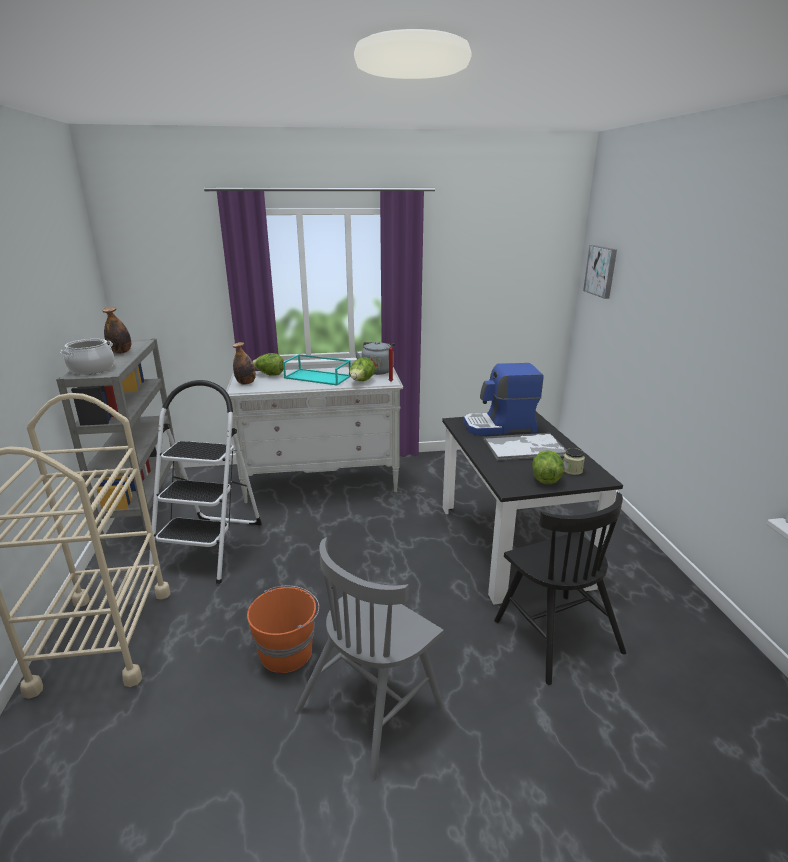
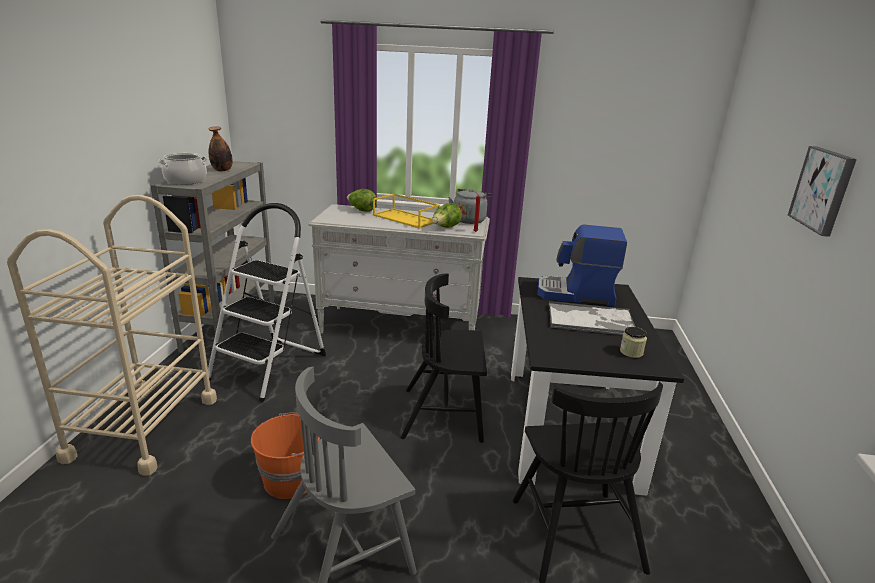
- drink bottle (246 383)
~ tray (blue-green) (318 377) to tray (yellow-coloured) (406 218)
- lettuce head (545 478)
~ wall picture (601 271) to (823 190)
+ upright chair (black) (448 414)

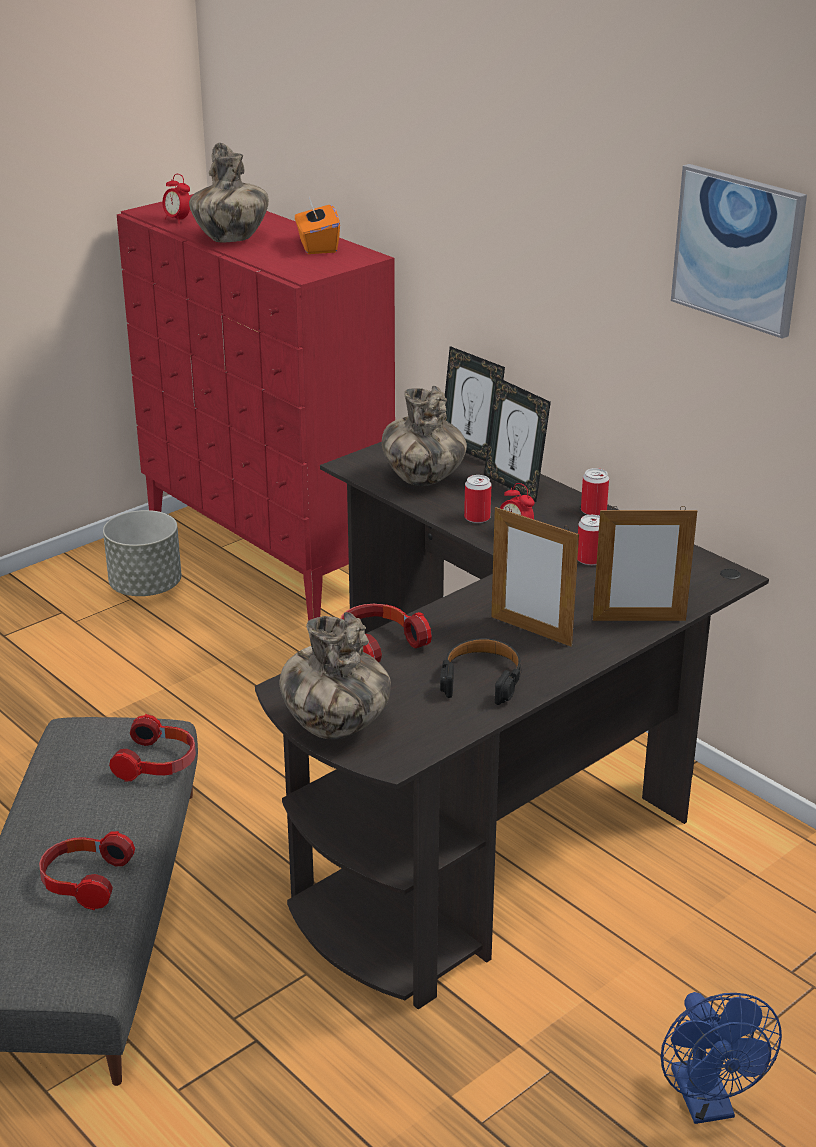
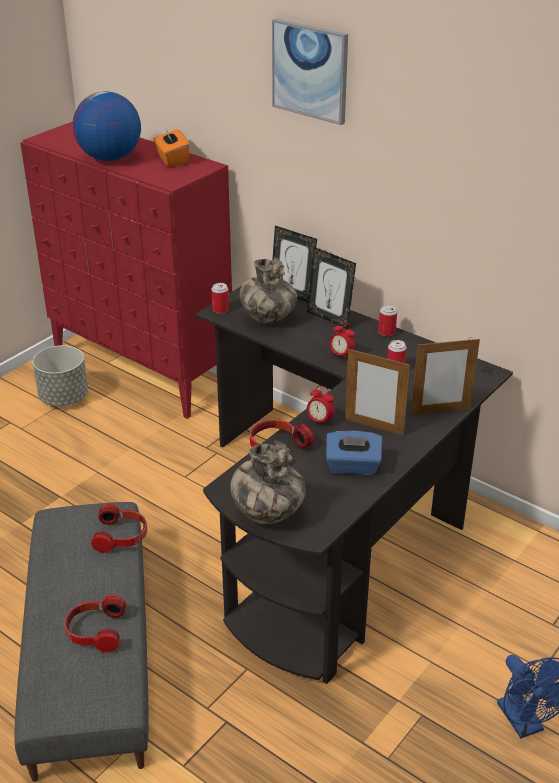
~ table clock (177 220) to (319 421)
~ flower vase (230 240) to world globe (109 158)
~ pair of headphones (black) (481 679) to tissue holder (blue-coloured) (353 467)
~ sealed can (477 518) to (220 310)
~ wall picture (738 249) to (310 71)

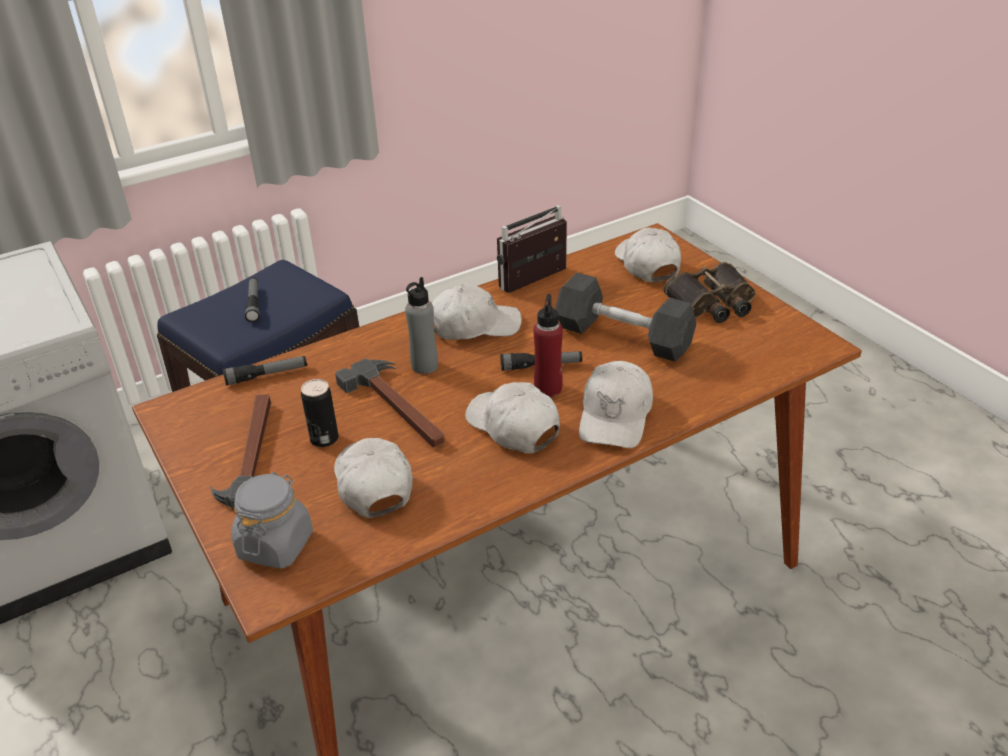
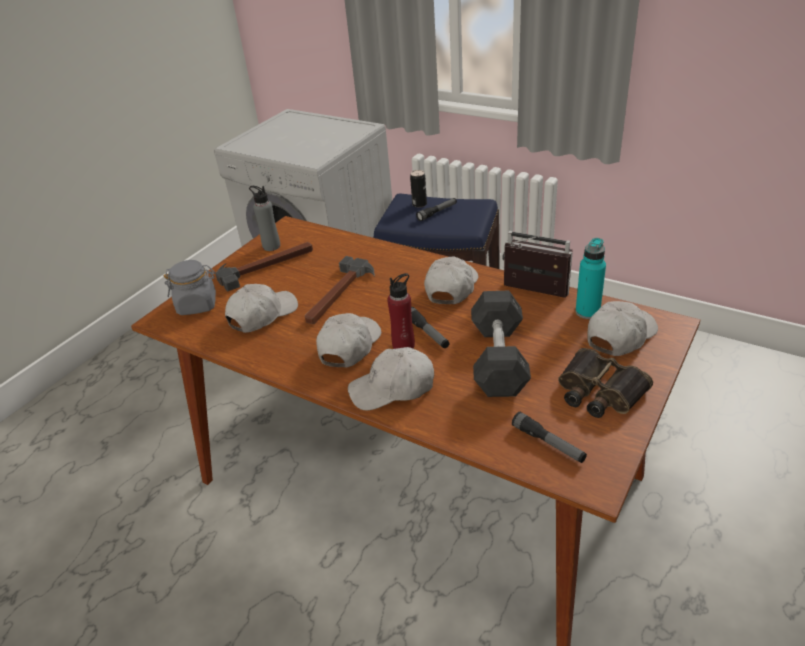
~ torch (267 375) to (548 443)
~ sealed can (324 439) to (419 204)
~ drink bottle (gray) (424 366) to (271 246)
~ cap (white) (474 325) = (451 287) 120 degrees counterclockwise
+ drink bottle (blue-green) (587 312)

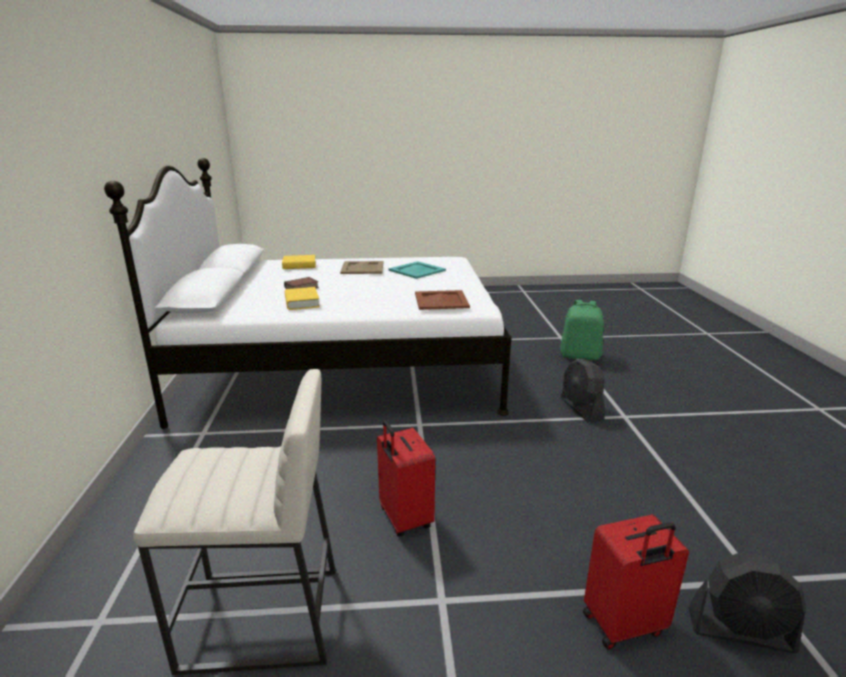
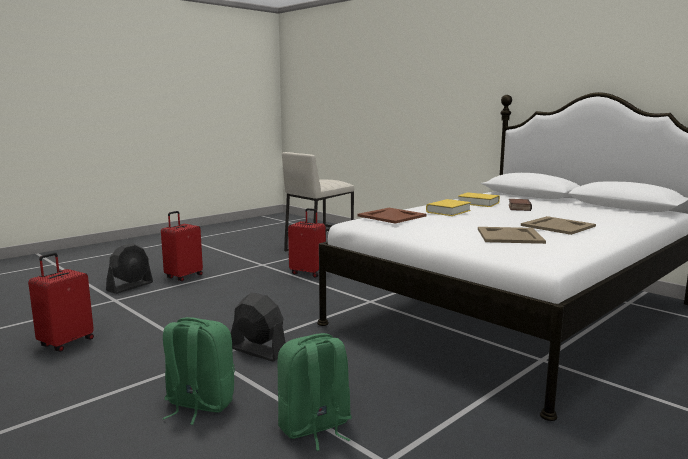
~ book (yellow-coloured) (299 265) to (448 211)
~ tray (blue-green) (417 270) to tray (sand-coloured) (510 236)
~ fan (black) (741 631) = (130 286) 150 degrees clockwise
+ travel case (red) (66 343)
+ rucksack (green-coloured) (198 405)

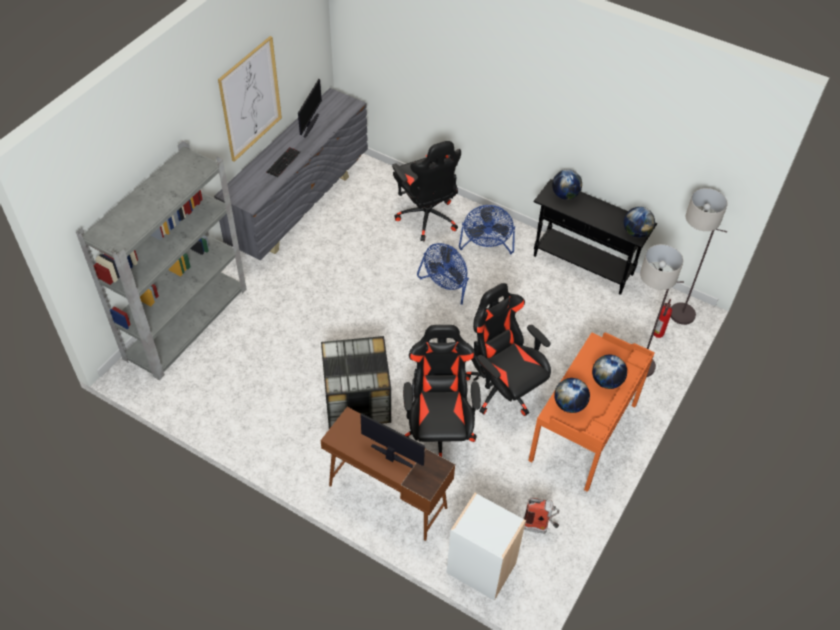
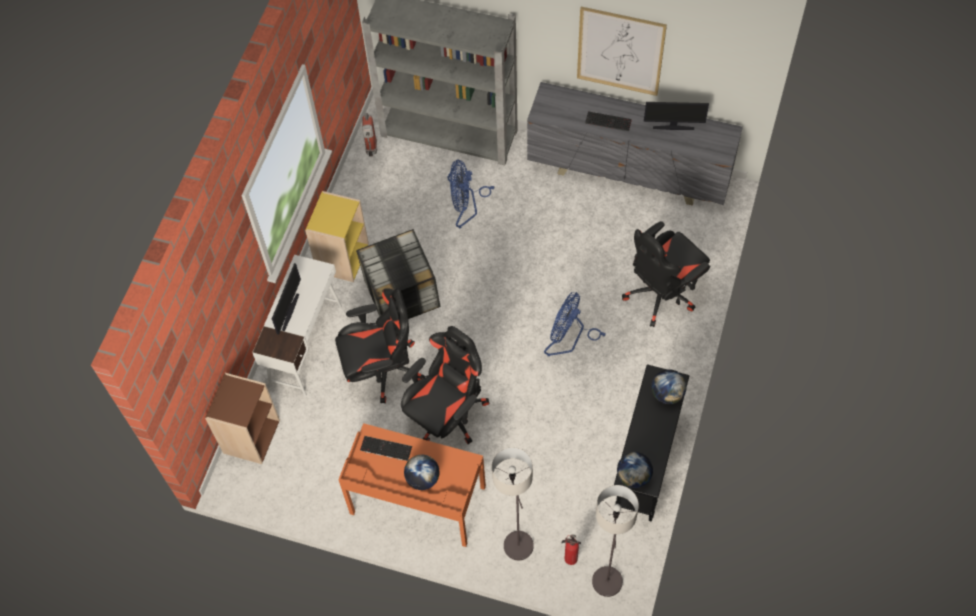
~ desk (brown) (387 496) to desk (white) (306 345)
~ bookcase (white) (480 568) to bookcase (brown) (251 435)
~ fan (blue-coloured) (484 244) to (466 202)
~ extinguisher (539 528) to (371 150)
~ world globe (569 405) to computer keyboard (385 449)
+ bookcase (yellow-coloured) (342 257)

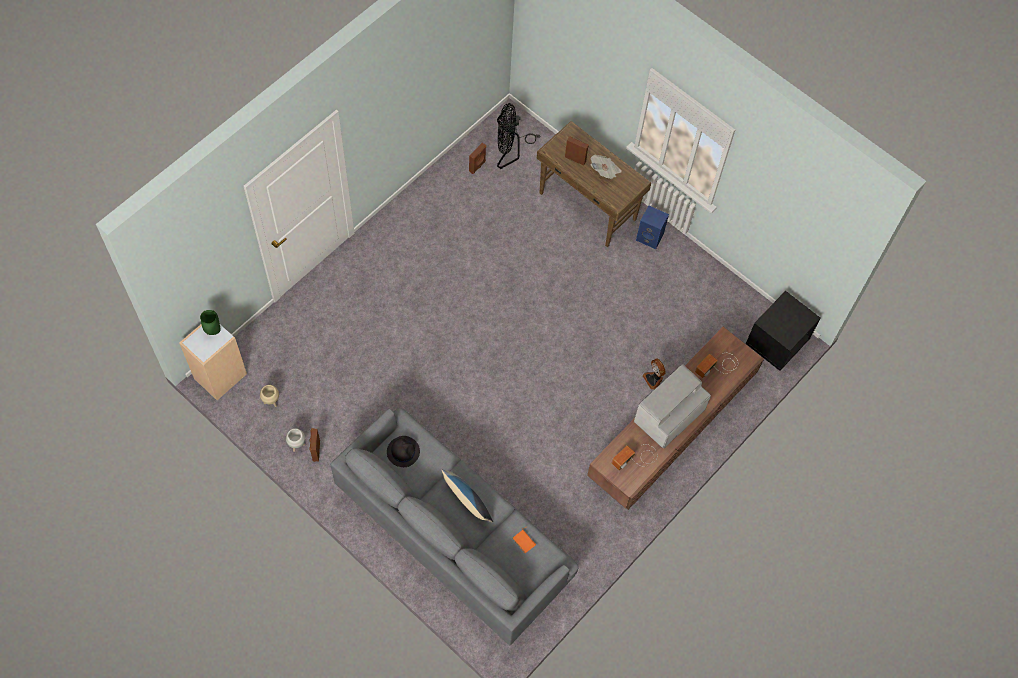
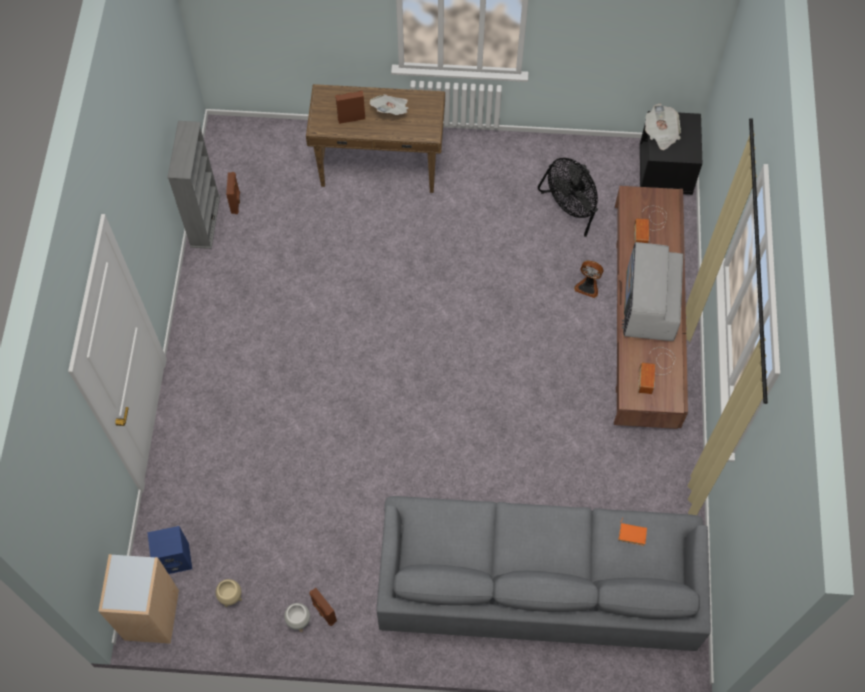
- flower vase (green-coloured) (213 331)
- wearable hat (black) (403 451)
- cushion (466 501)
~ fan (black) (511 145) to (572 205)
~ speaker (blue-coloured) (650 237) to (176 558)
+ bookcase (gray) (205 221)
+ newspaper (661 133)

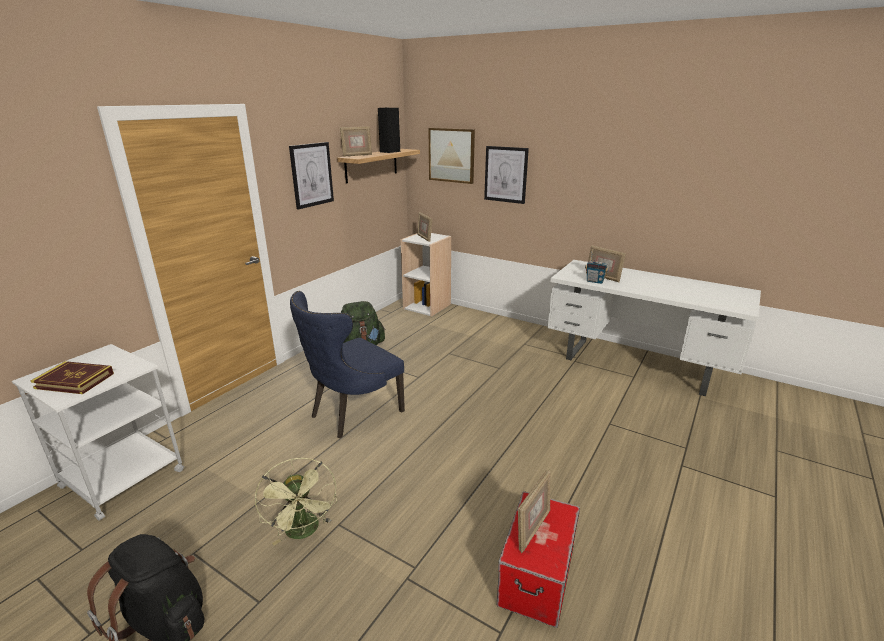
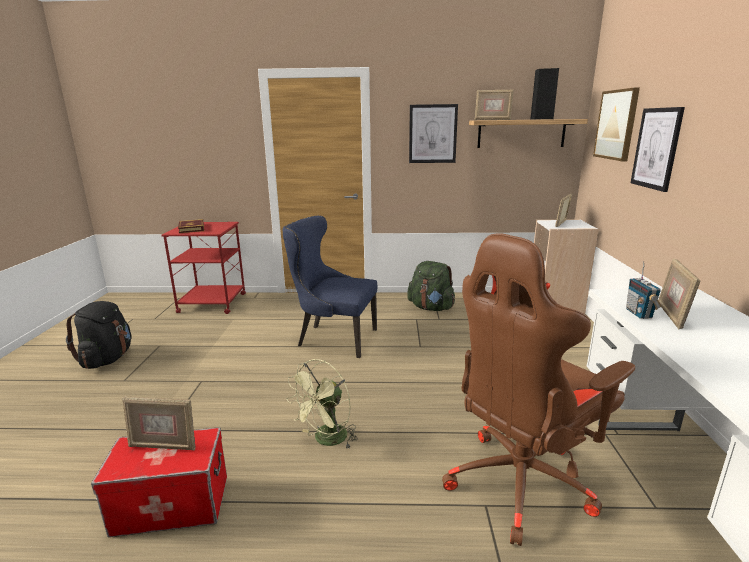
~ trolley (white) (124 477) to trolley (red) (213 303)
~ fan (green-coloured) (304 532) to (326 440)
+ office chair (brown) (526 477)

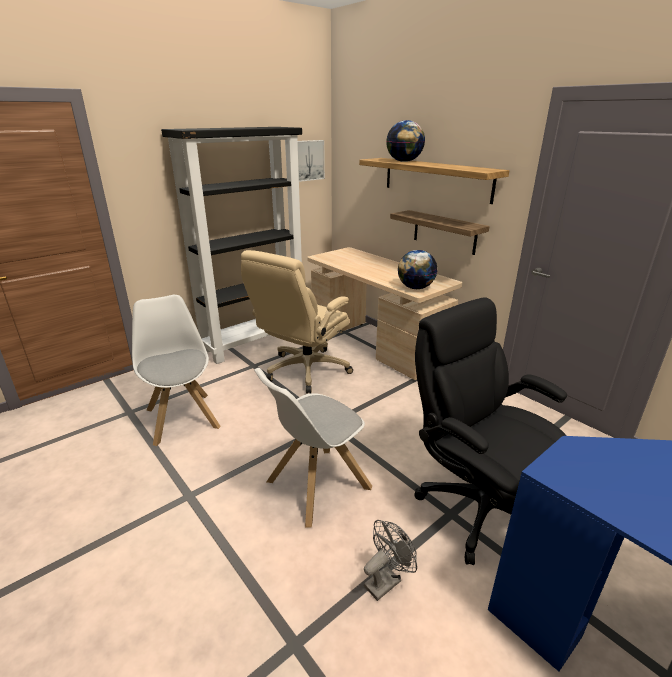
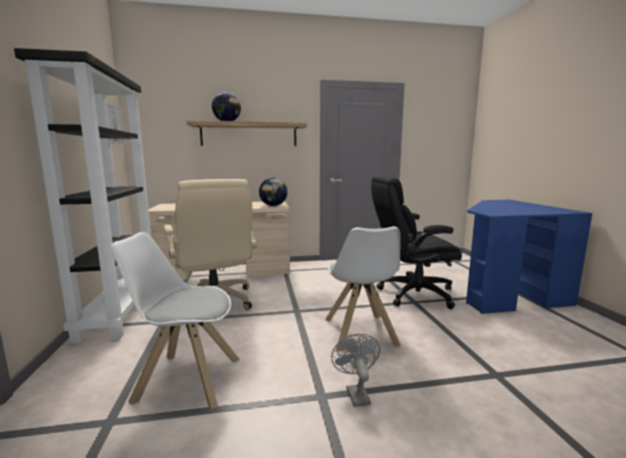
~ fan (gray) (386 580) to (355 393)
- bracket shelf (444 232)

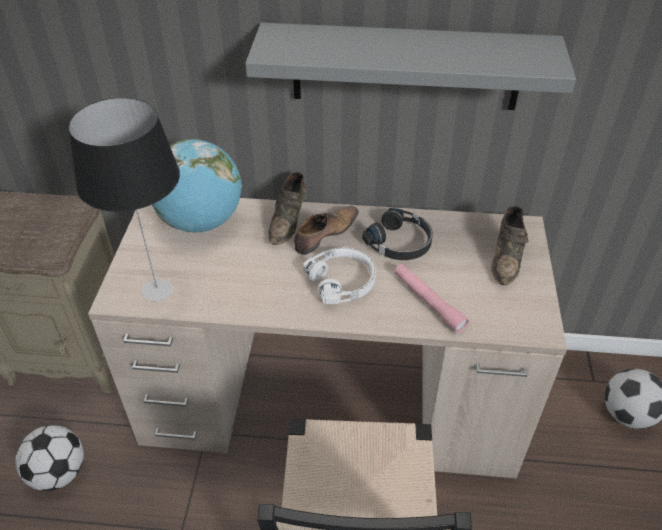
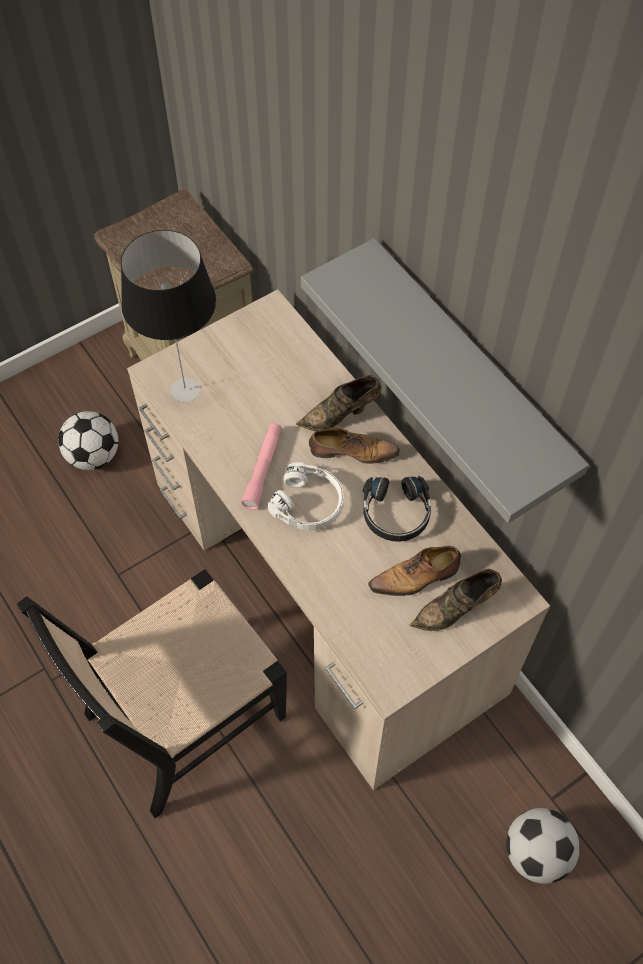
- world globe (201 222)
~ torch (pink-coloured) (428 302) to (263 469)
+ low shoe (416 577)

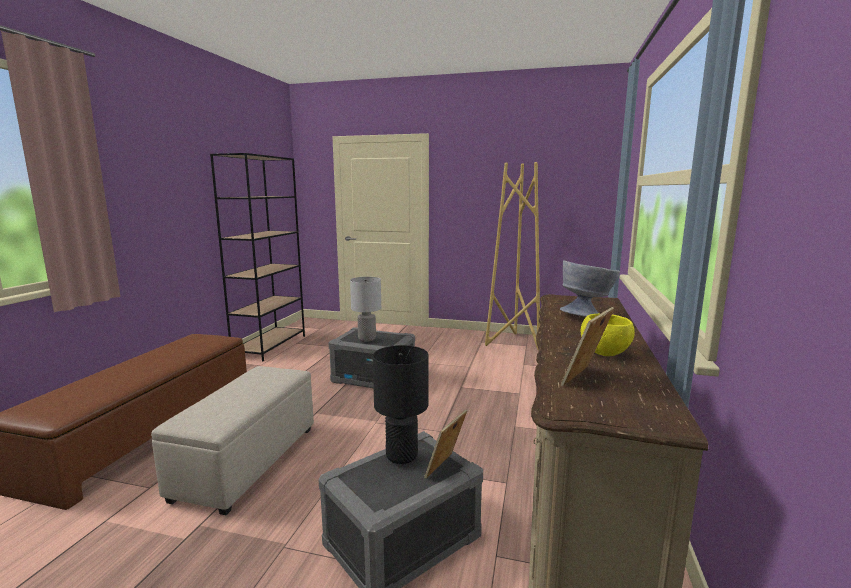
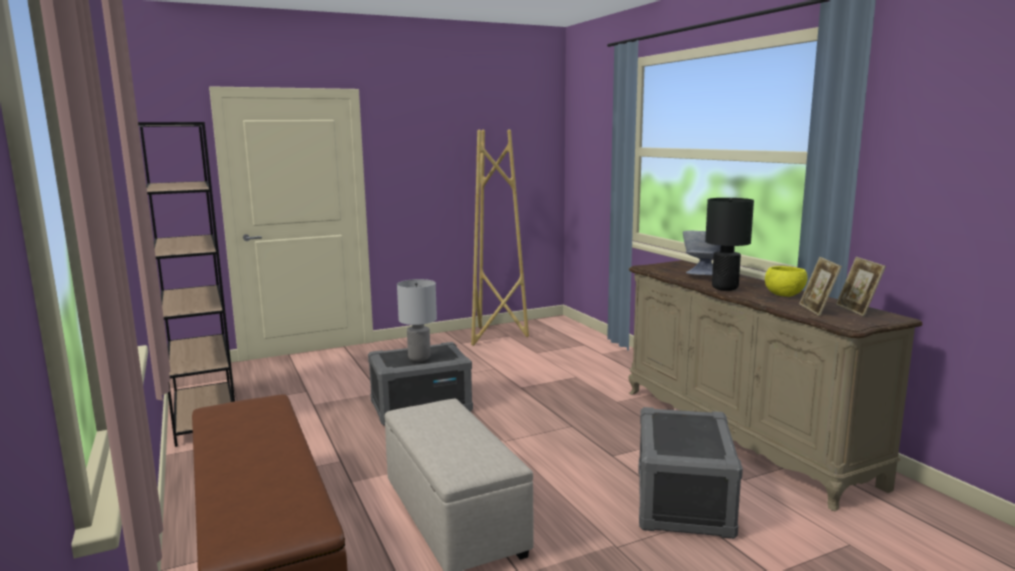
~ tabletop lamp (black) (401 459) to (725 289)
~ picture frame (445 468) to (857 310)

